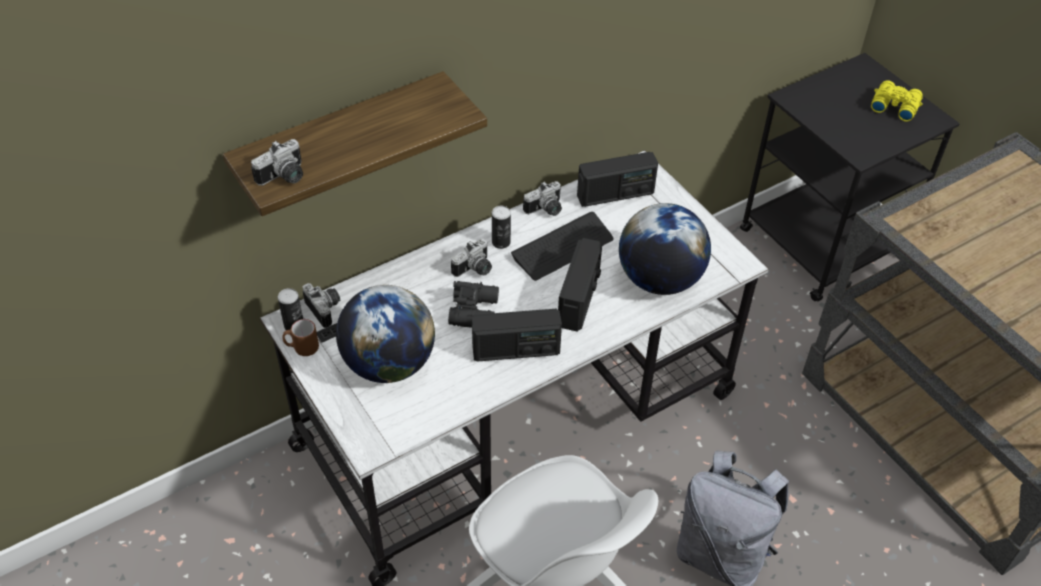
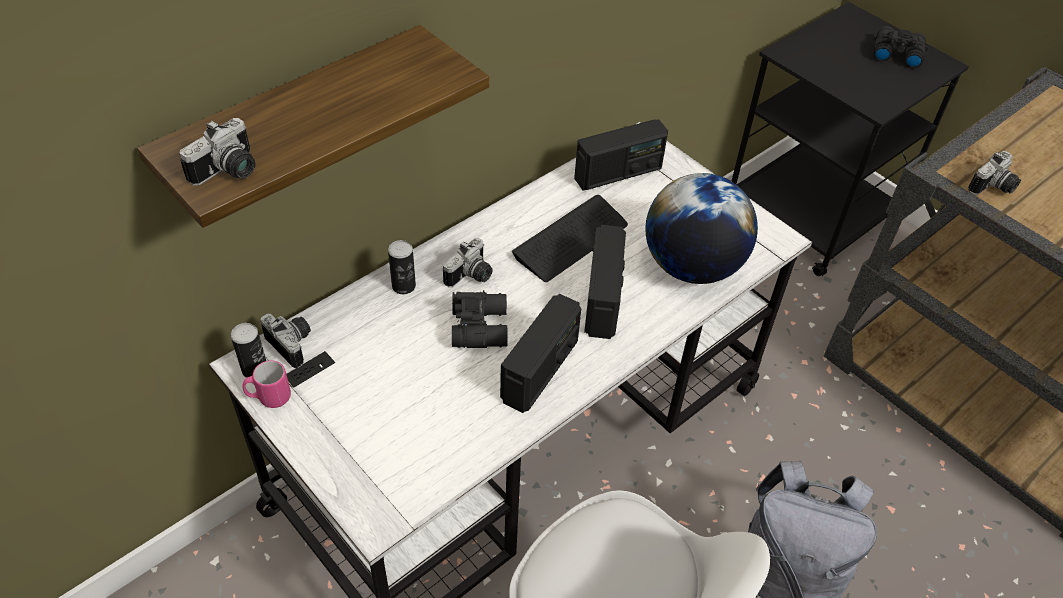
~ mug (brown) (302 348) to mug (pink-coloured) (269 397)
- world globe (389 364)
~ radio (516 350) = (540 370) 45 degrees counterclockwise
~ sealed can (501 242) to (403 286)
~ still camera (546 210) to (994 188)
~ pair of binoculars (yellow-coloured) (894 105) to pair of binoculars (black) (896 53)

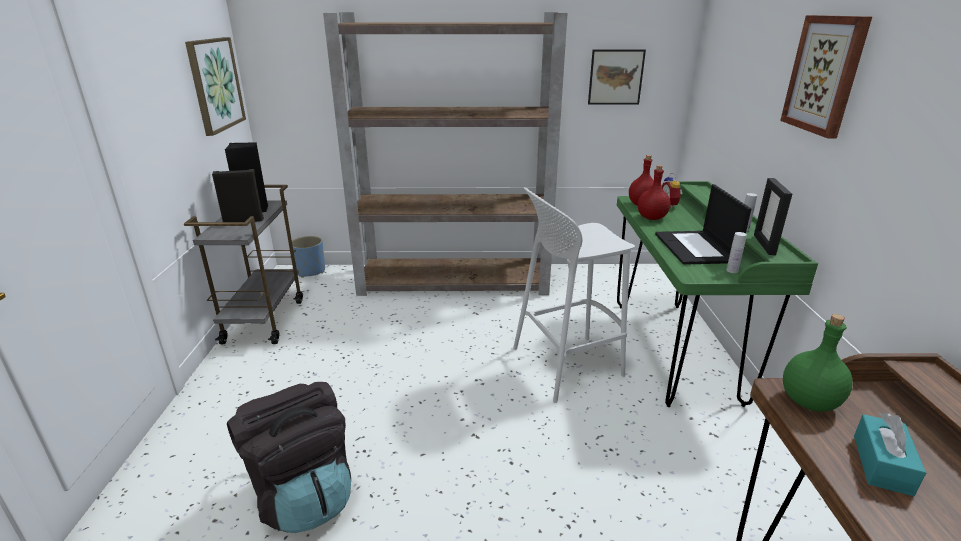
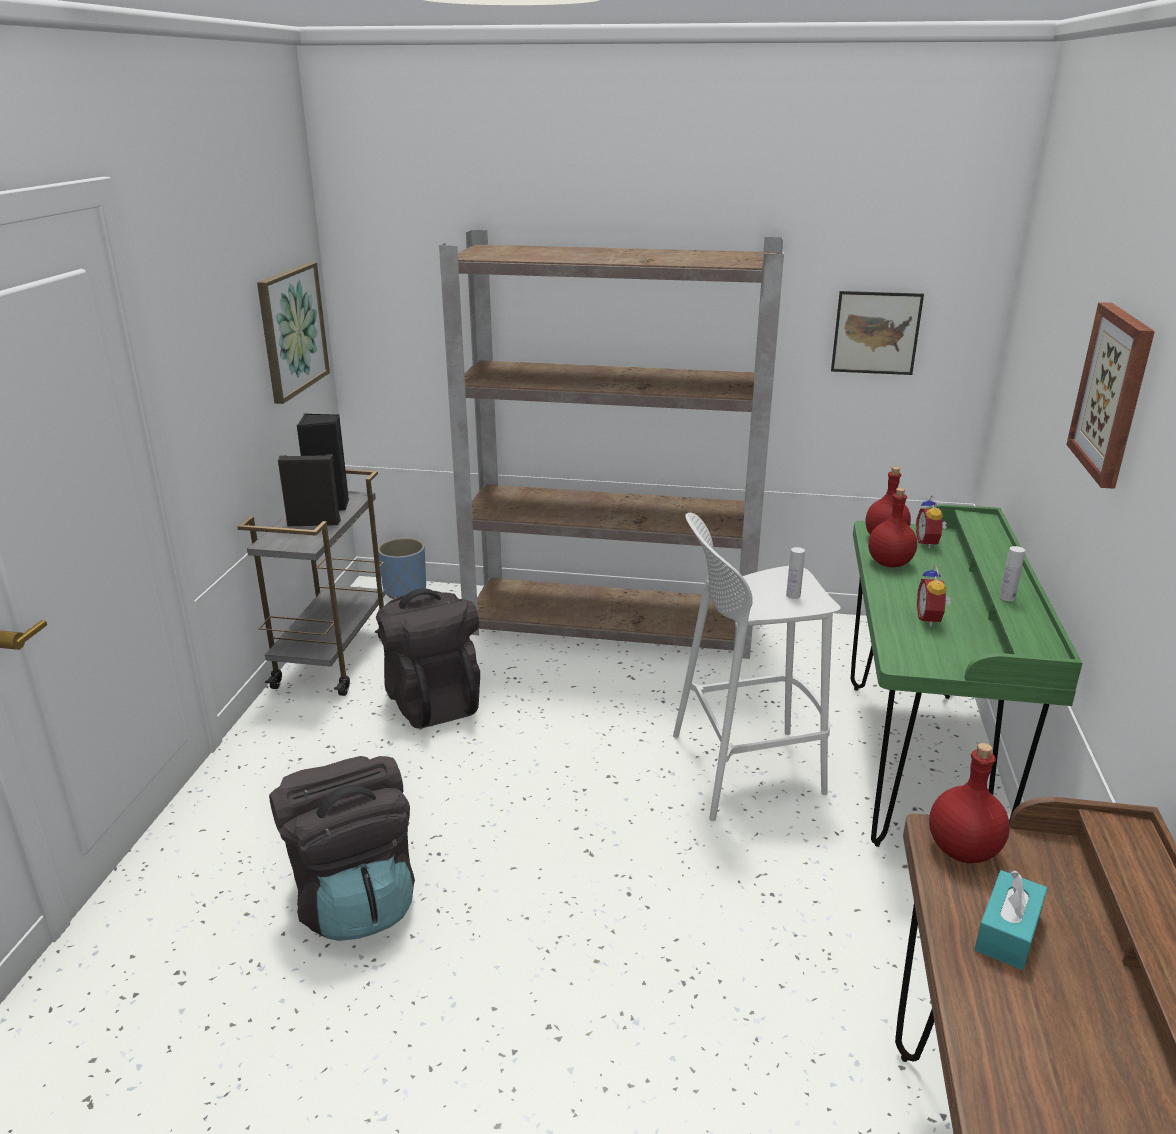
~ portable computer (696 248) to table clock (931 619)
~ drink bottle (white) (732 270) to (793 595)
- picture frame (765 244)
~ drink bottle (green-coloured) (808 401) to drink bottle (red) (962 849)
+ rucksack (black) (432 700)

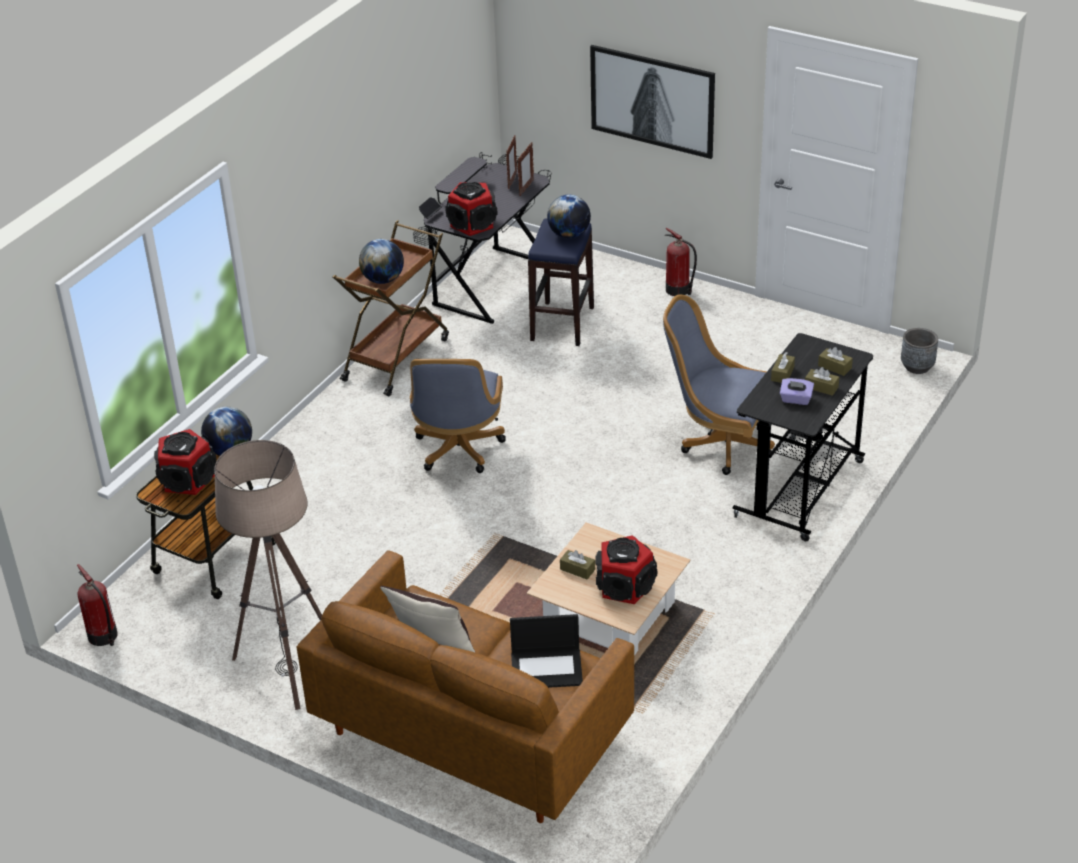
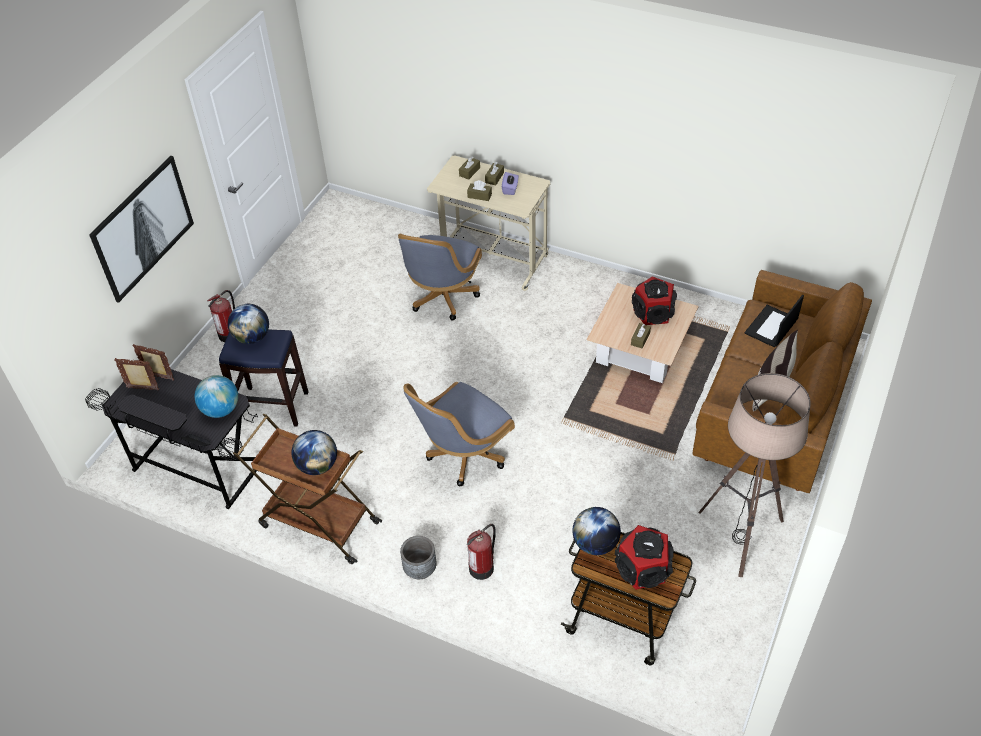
~ extinguisher (103 636) to (482 567)
~ office chair (blue-coloured) (458 454) = (462 459) 135 degrees clockwise
~ speaker (473 224) to world globe (221 410)
~ portable computer (547 668) = (771 327) 135 degrees counterclockwise
~ desk (black) (799 489) to desk (sand-coloured) (492 260)
~ plant pot (gray) (917 367) to (420 569)

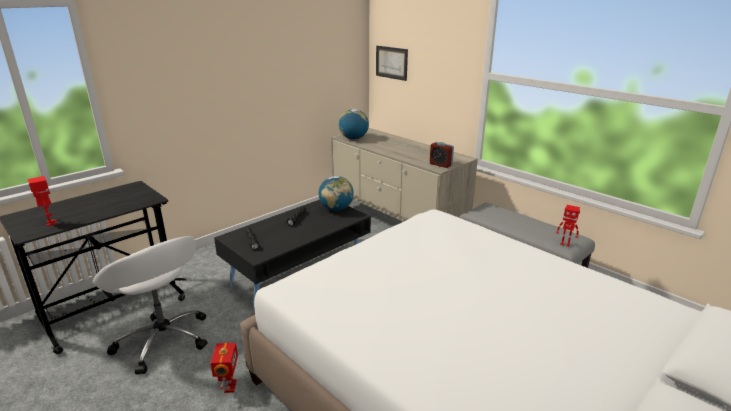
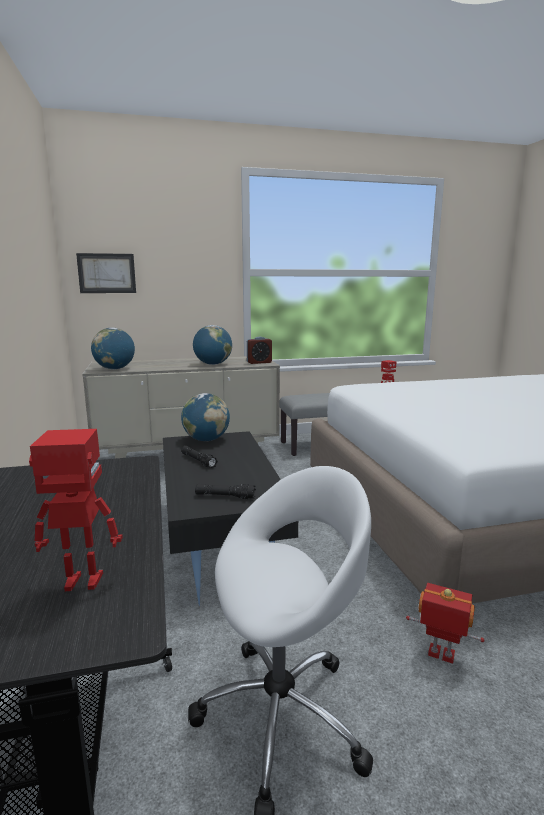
+ world globe (213 364)

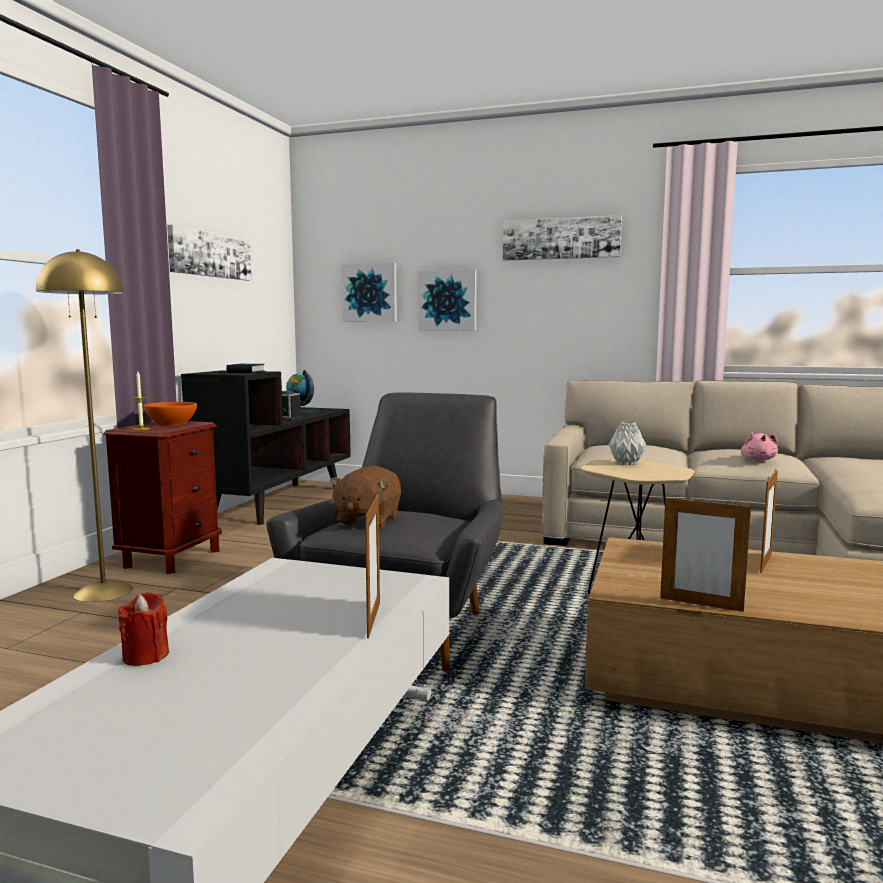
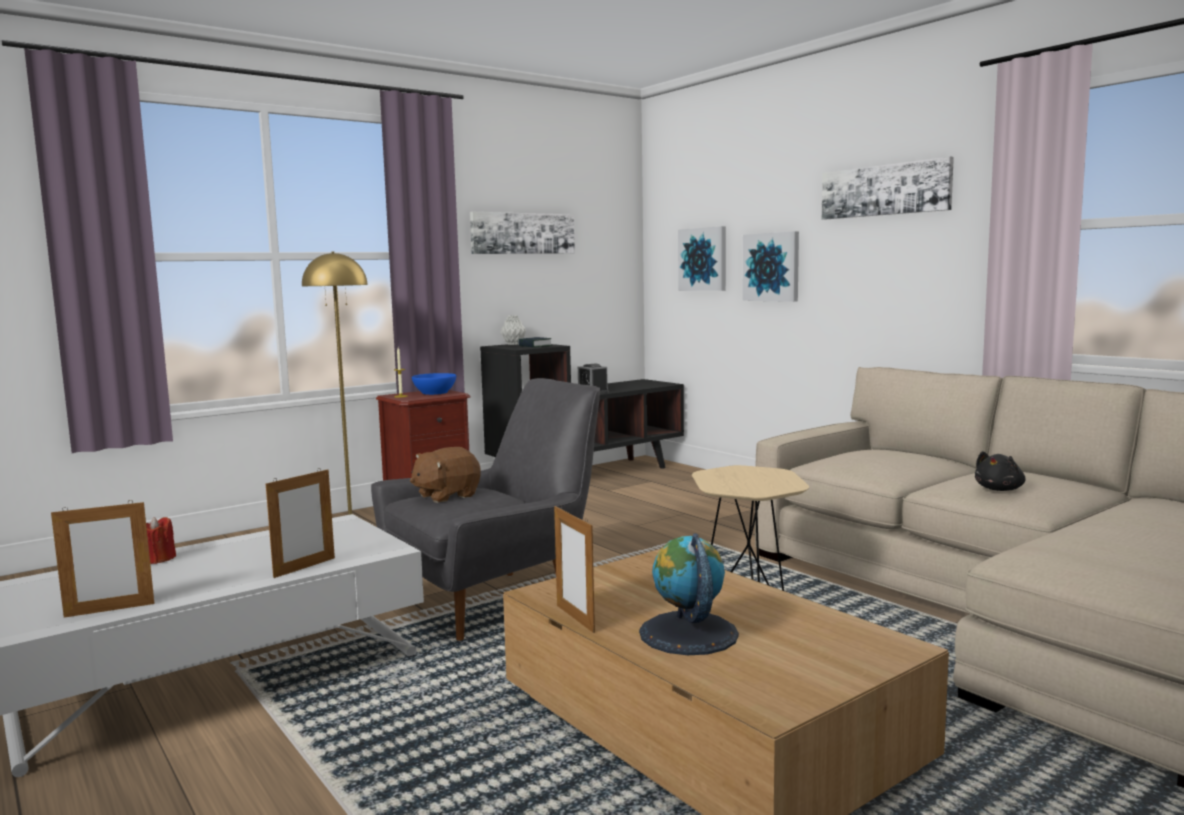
~ deep dish (orange-coloured) (172 423) to deep dish (blue-coloured) (435 393)
~ world globe (300 411) to (688 633)
~ flower vase (gray) (626 463) to (513 344)
~ soft toy (pink-coloured) (758 460) to soft toy (black) (999 489)
~ picture frame (765 563) to (110 610)

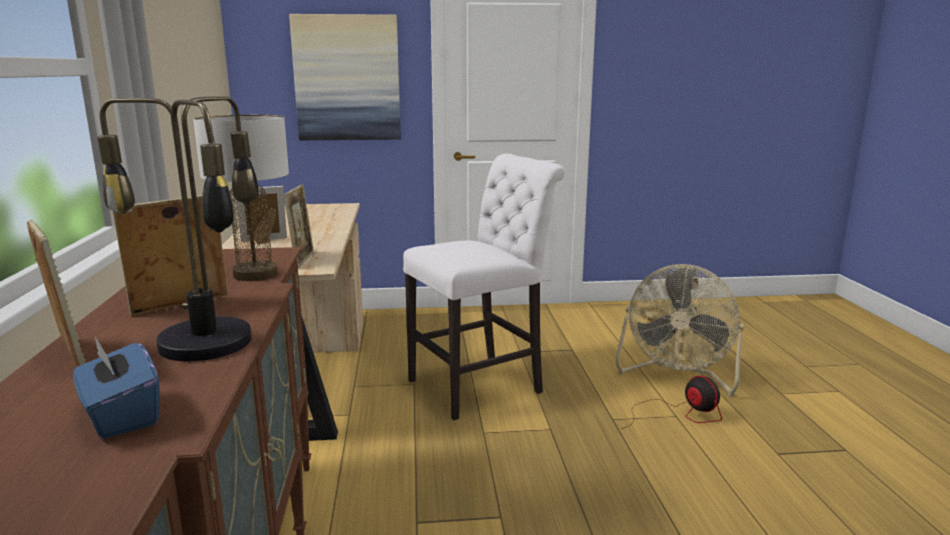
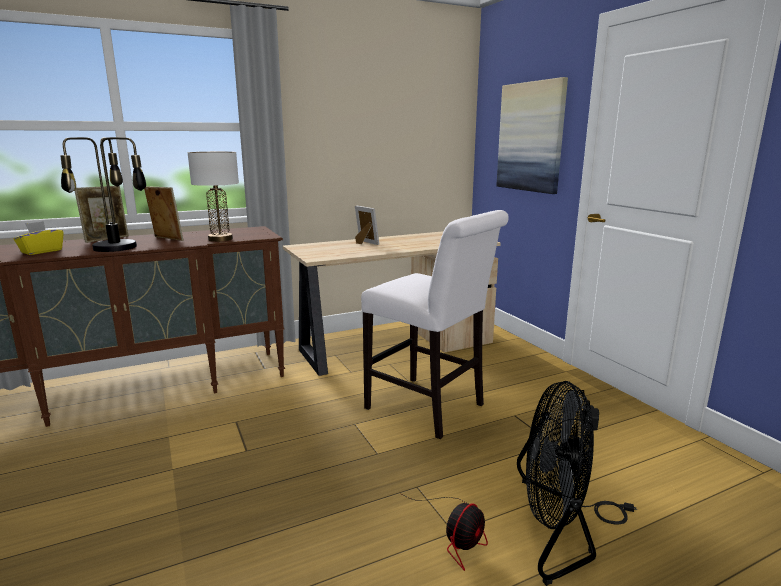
~ tissue holder (blue-coloured) (121 416) to tissue holder (yellow-coloured) (41 251)
- picture frame (302 260)
~ fan (sand-coloured) (674 374) to fan (black) (562 524)

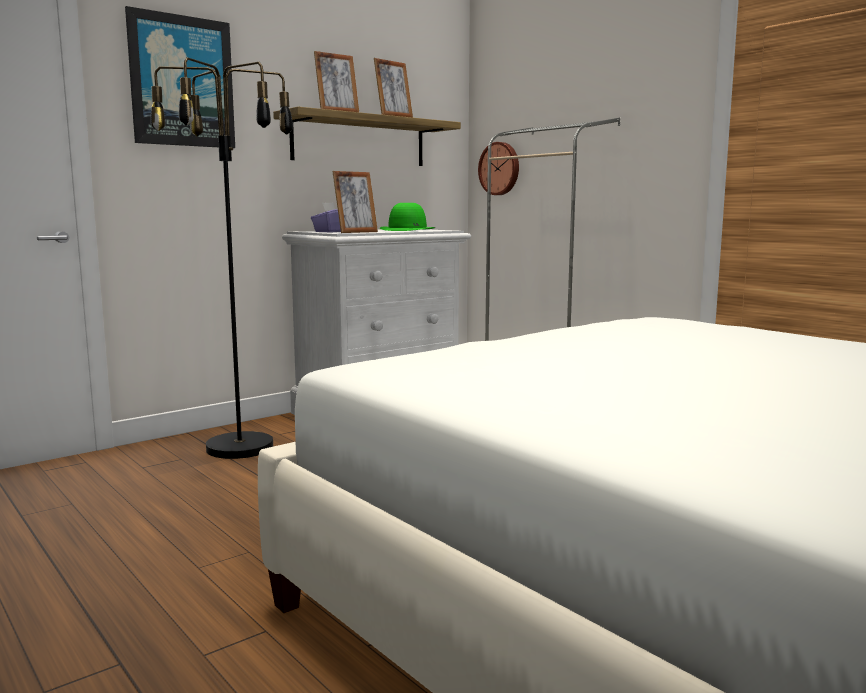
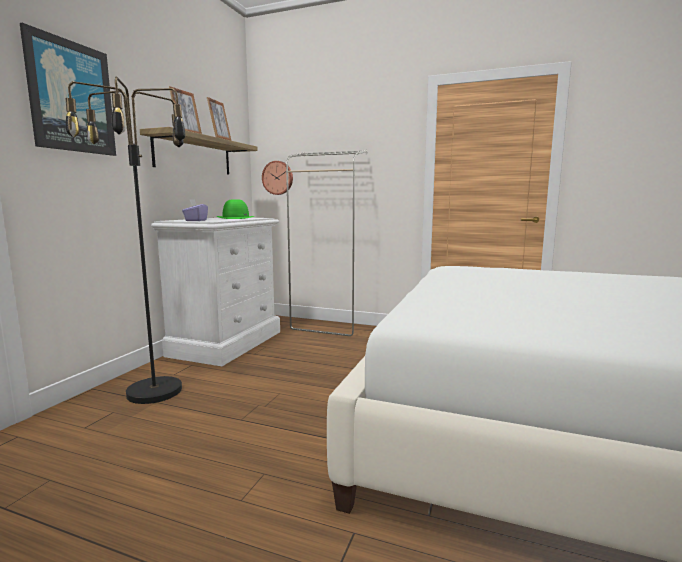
- picture frame (356 232)

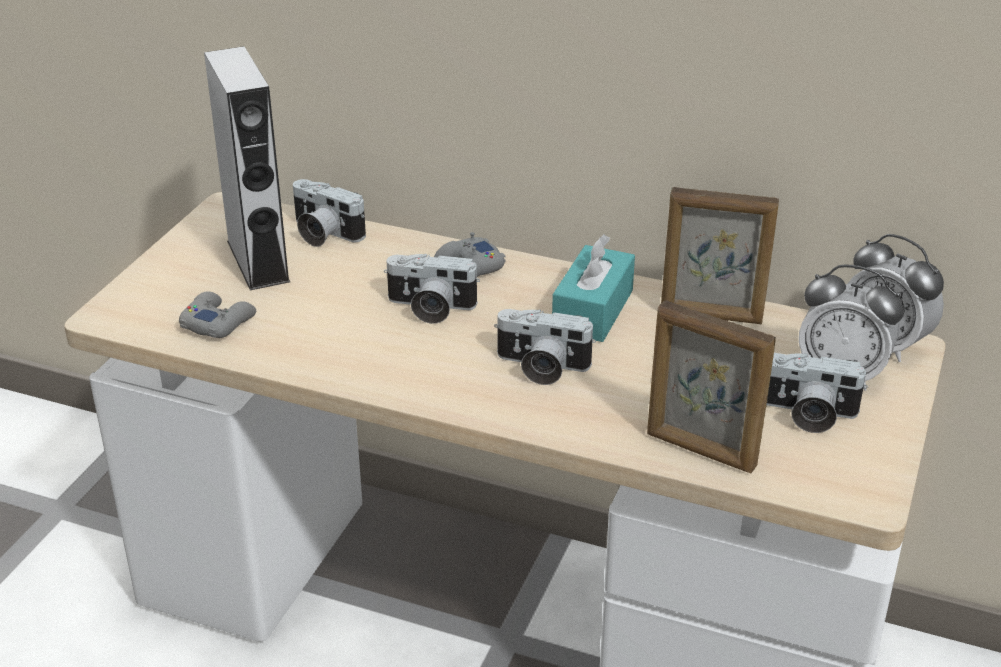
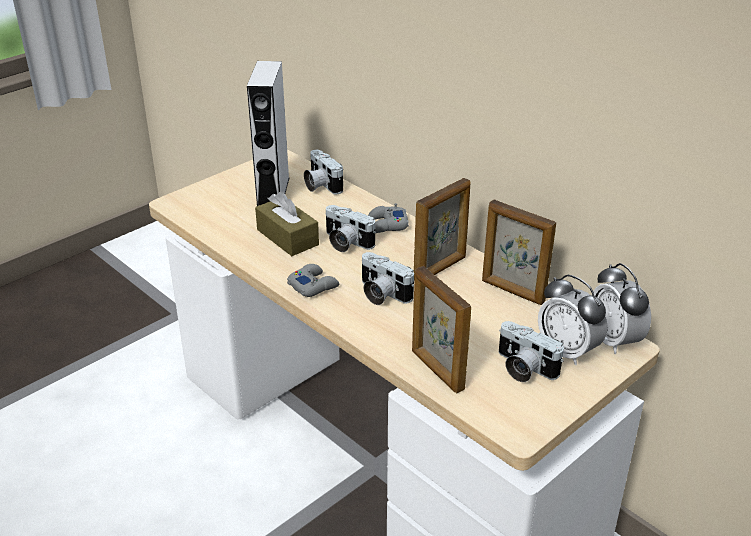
~ game controller (gray) (218 322) to (313 285)
~ tissue holder (blue-green) (593 310) to picture frame (440 268)
+ tissue holder (brown) (287 237)

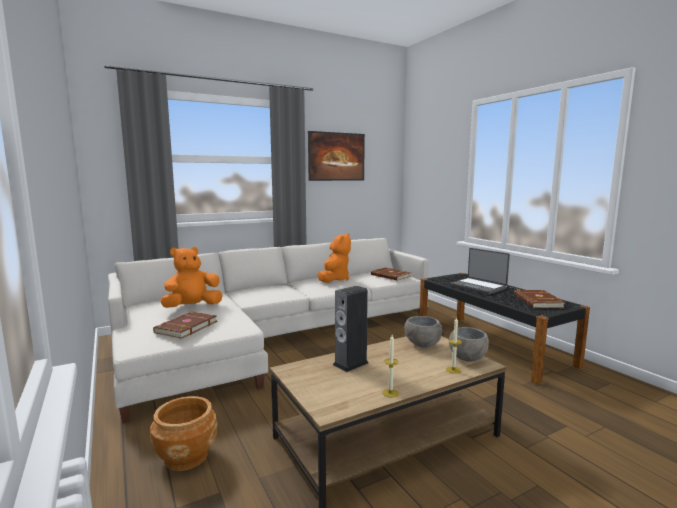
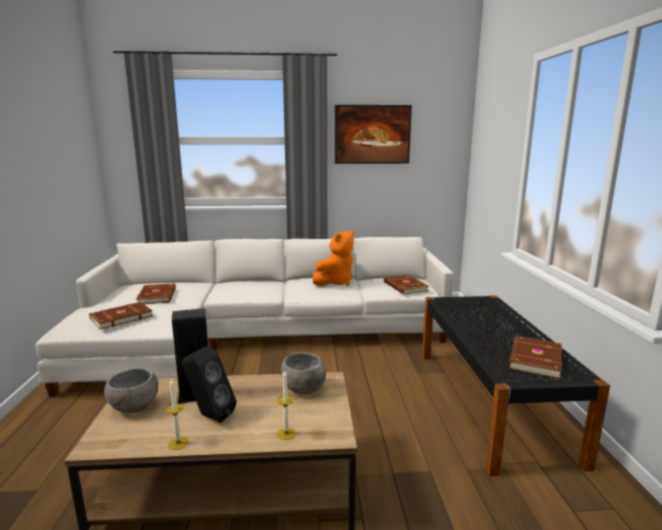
- plant pot (brown) (187 456)
~ soft toy (orange-coloured) (192 307) to book (brown) (158 296)
~ deep dish (gray) (467 358) to (136 408)
- portable computer (478 287)
+ speaker (black) (209 415)

